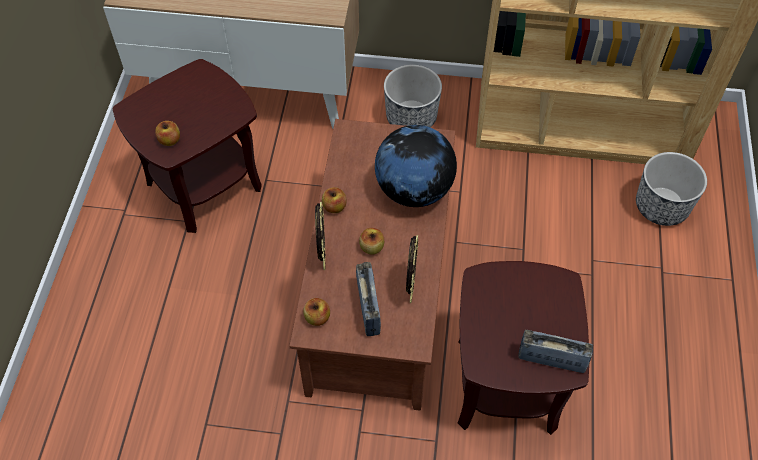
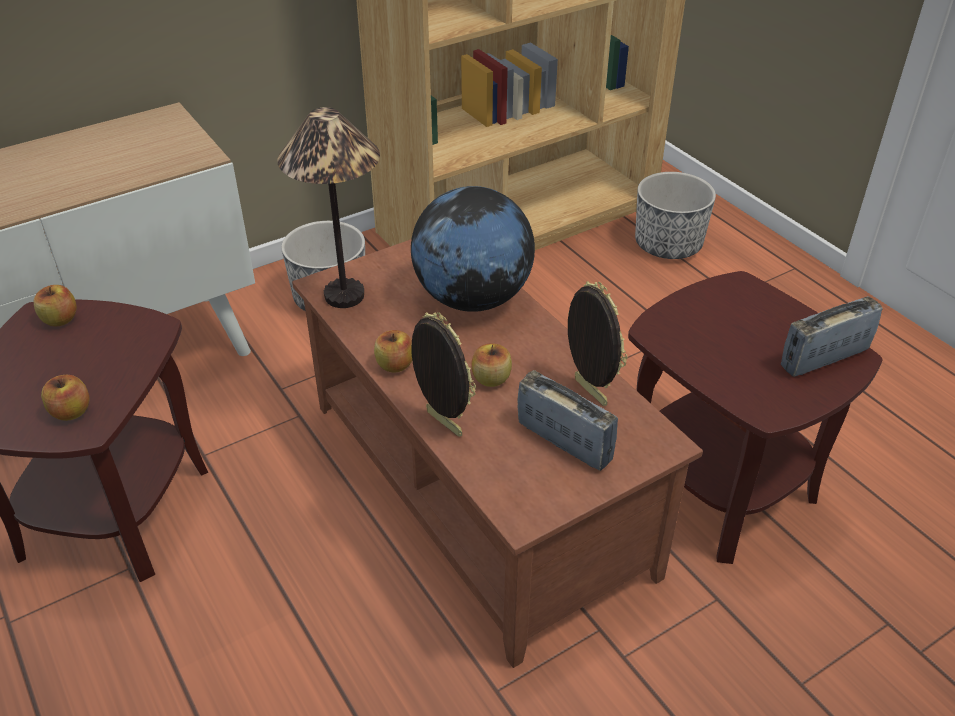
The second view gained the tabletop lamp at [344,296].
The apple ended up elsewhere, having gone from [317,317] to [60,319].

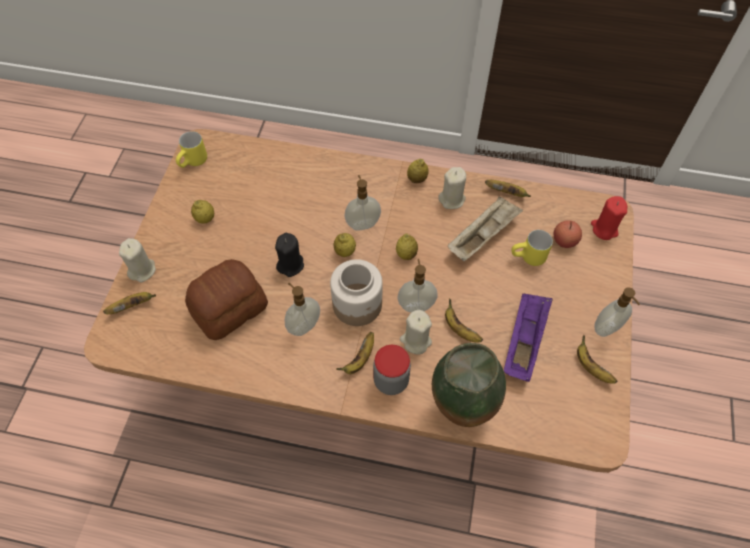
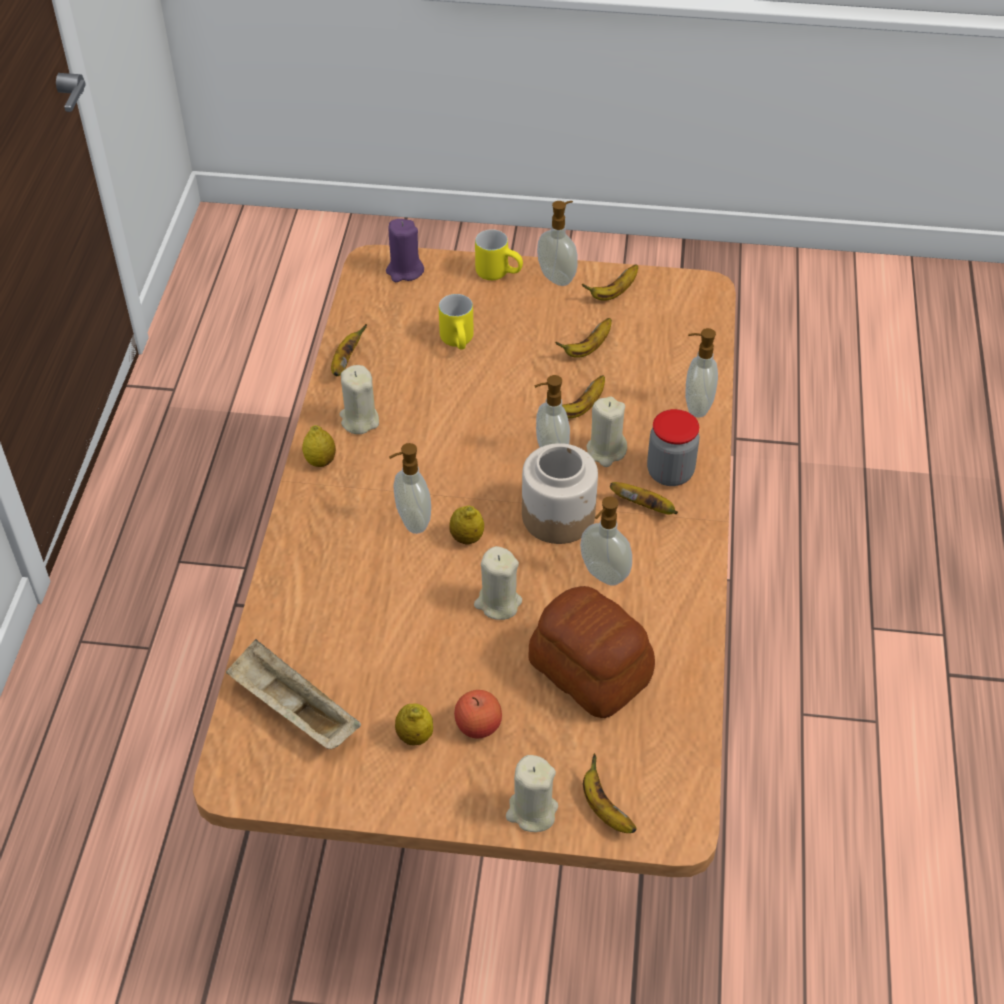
The second view lost the lemon at [406,254].
The yellow mug ended up elsewhere, having gone from [194,163] to [499,273].
The beige-coloured tray ended up elsewhere, having gone from [483,236] to [292,710].
The apple ended up elsewhere, having gone from [564,241] to [478,725].
Where the decorative vase stood at [460,411], the soap dispenser came to stand at [696,405].
Where the purple-coloured tray stood at [524,341], the banana came to stand at [587,348].
What was the black wax light at [290,264] turned into the beige-coloured wax light at [498,603].
What was the red wax light at [604,229] turned into the purple-coloured wax light at [404,271].

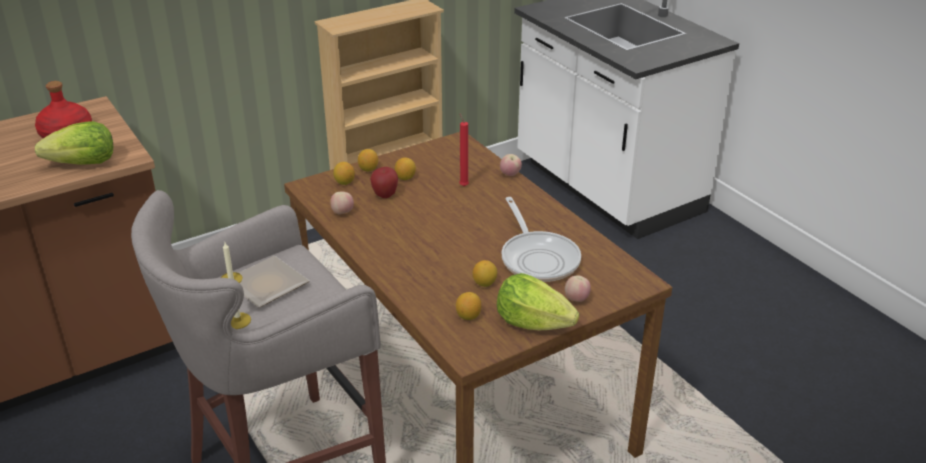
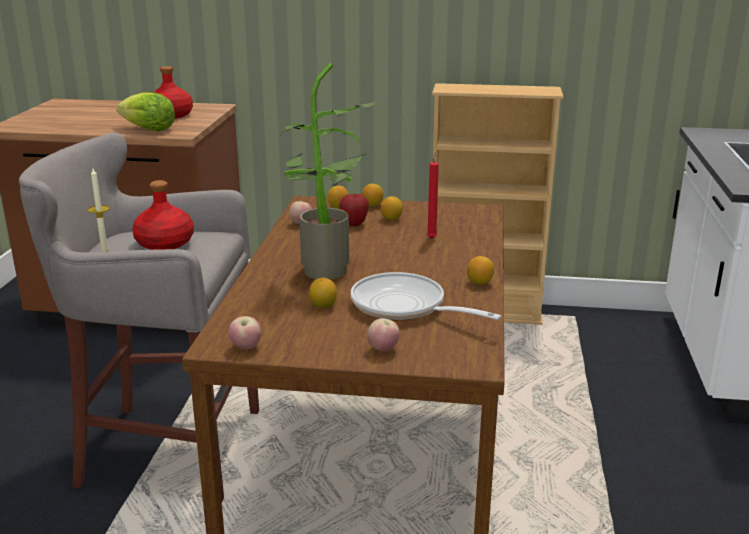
The second view lost the head of lettuce at [532,322].
The second view gained the houseplant at [326,274].
The lemon ended up elsewhere, having gone from [468,316] to [479,282].
The apple ended up elsewhere, having gone from [510,175] to [246,347].
Where the plate stood at [268,283], the red drink bottle came to stand at [165,243].
The frying pan at [538,258] ended up facing another way, 105 degrees clockwise from before.

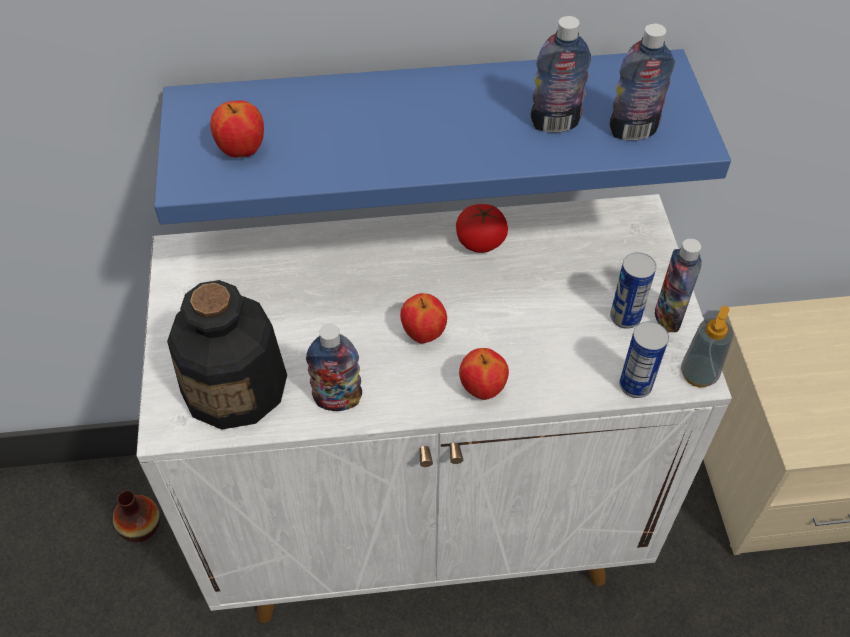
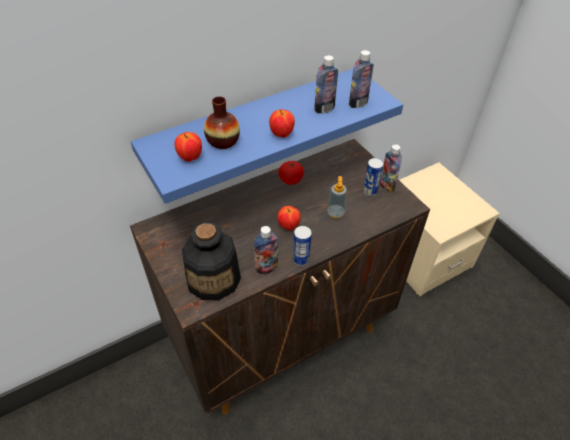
The decorative vase ended up elsewhere, having gone from [141,526] to [223,141].
The apple ended up elsewhere, having gone from [482,389] to [281,134].
The sealed can ended up elsewhere, having gone from [635,385] to [301,260].
The soap dispenser ended up elsewhere, having gone from [698,374] to [335,213].
What was the white cupboard at [427,522] turned into the brownish cupboard at [282,334].

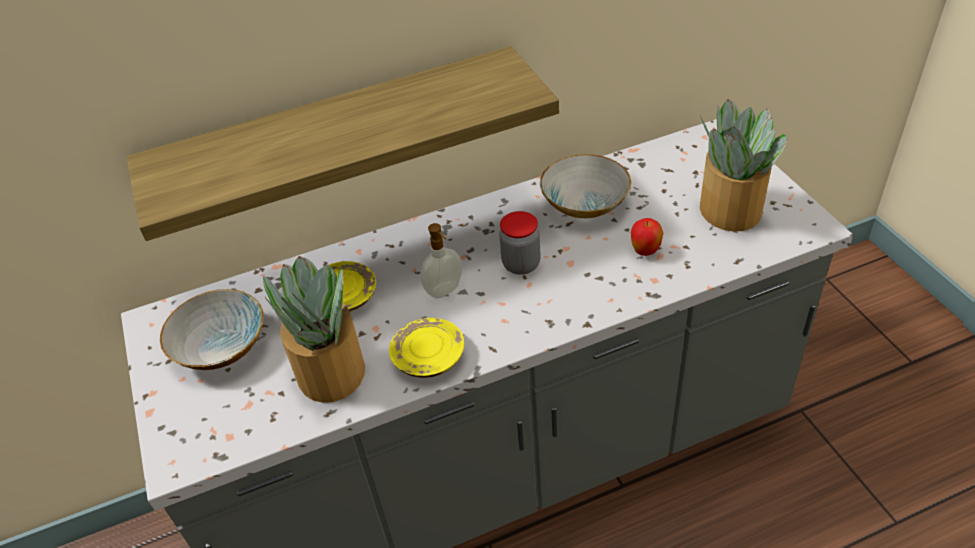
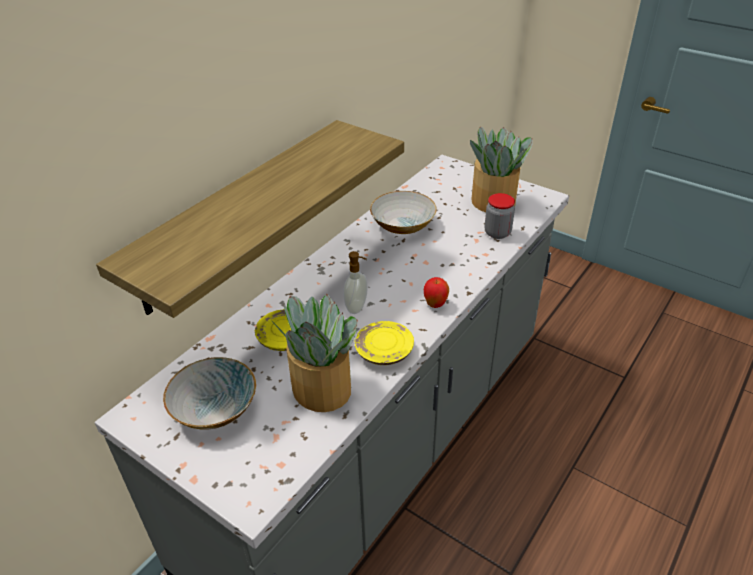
The jar ended up elsewhere, having gone from [521,264] to [497,233].
The apple ended up elsewhere, having gone from [645,252] to [435,304].

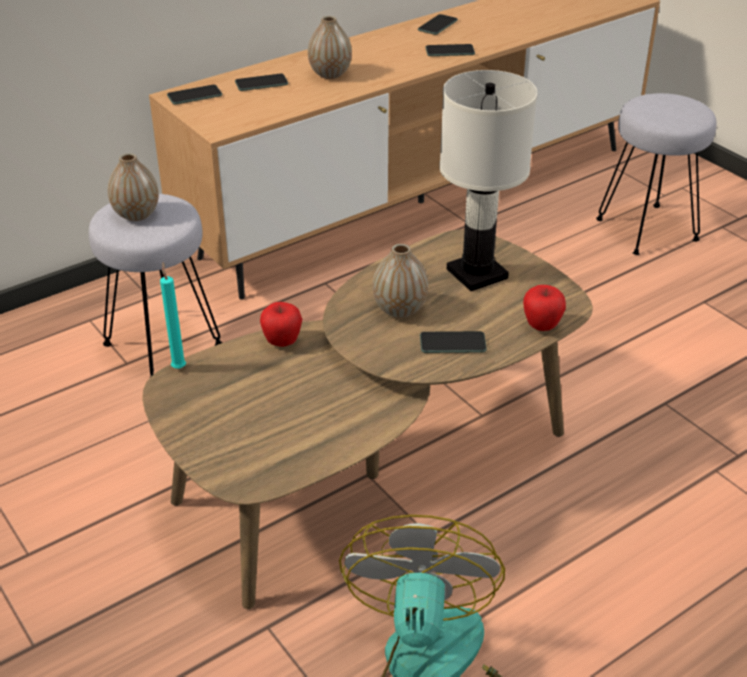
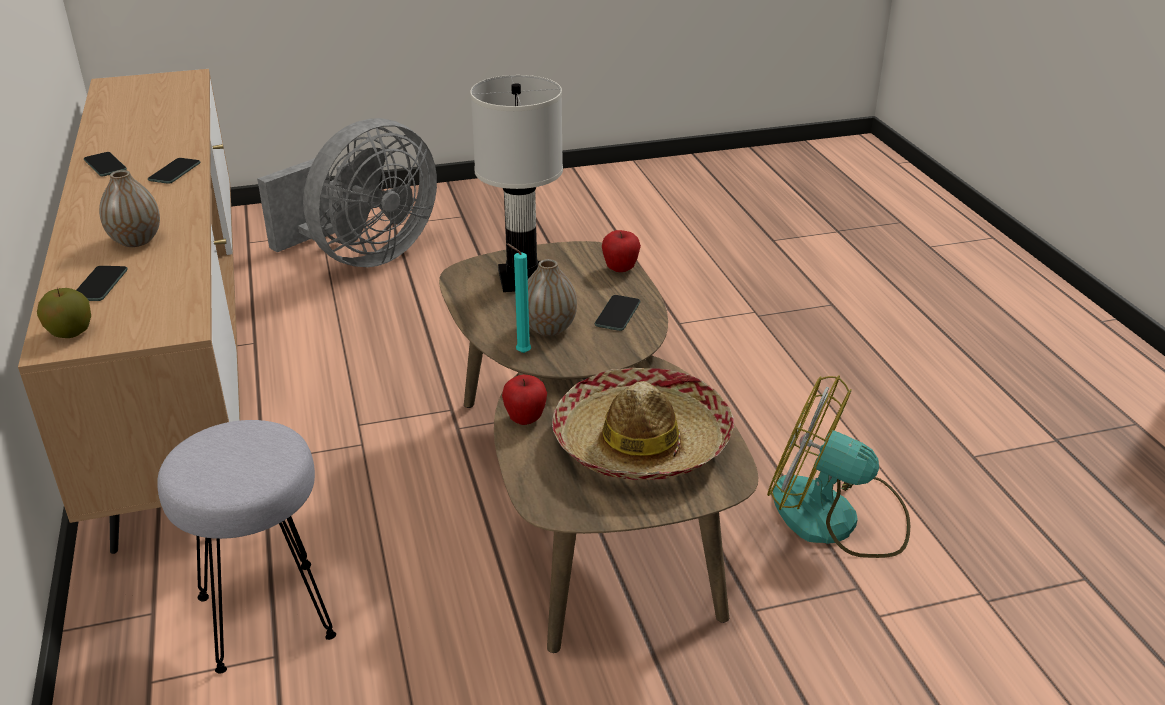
The second view lost the decorative vase at [136,215].
The second view gained the hat at [641,442].
The turquoise-coloured wax light ended up elsewhere, having gone from [179,367] to [521,353].
Where the handset stood at [194,95], the apple came to stand at [70,333].
Where the greyish stool seat stood at [648,229], the greyish cooling fan came to stand at [363,256].

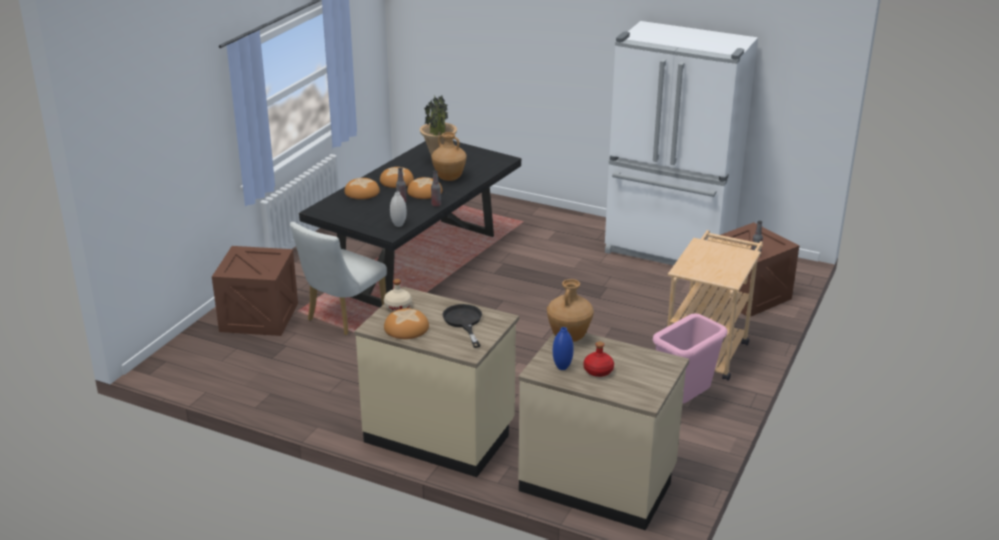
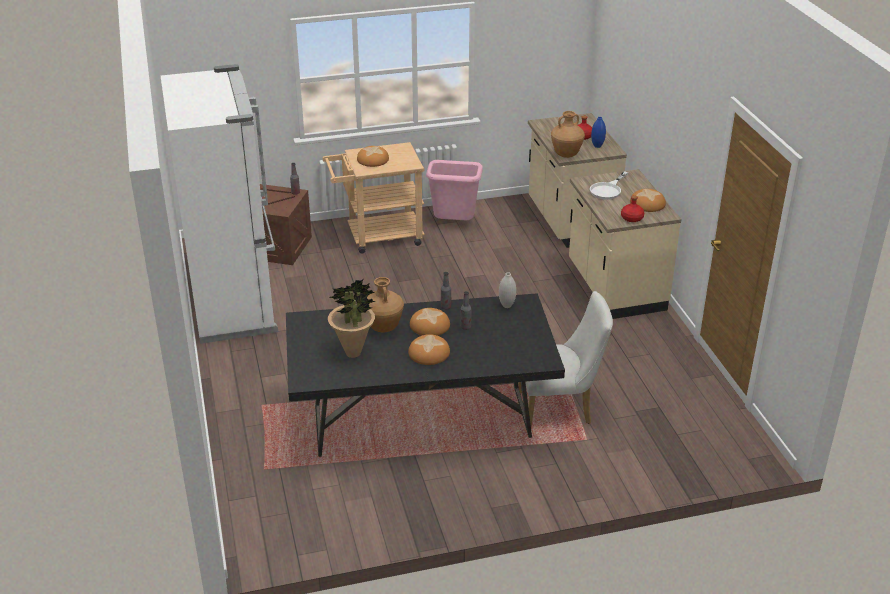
The second view lost the crate at [259,317].
The bread ended up elsewhere, having gone from [362,192] to [372,159].
What was the beige-coloured drink bottle at [398,306] turned into the red drink bottle at [631,218].
What was the black frying pan at [464,322] turned into the white frying pan at [608,190].

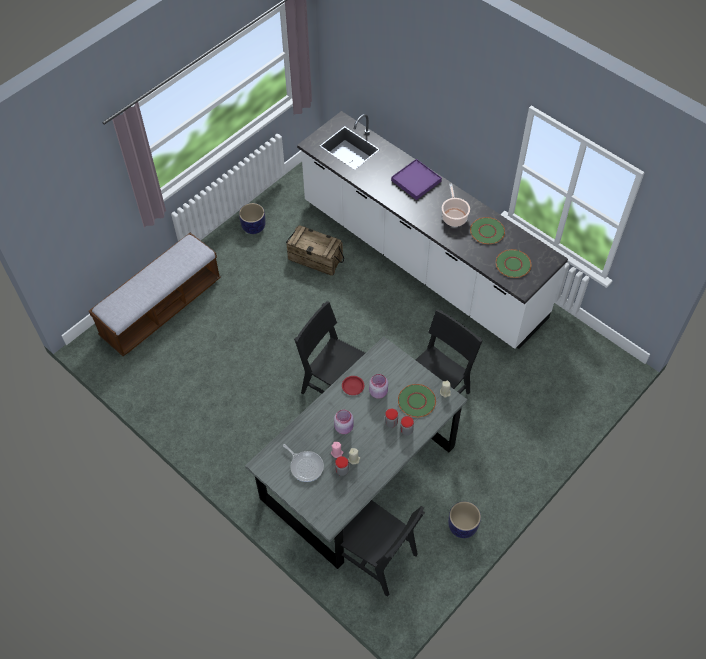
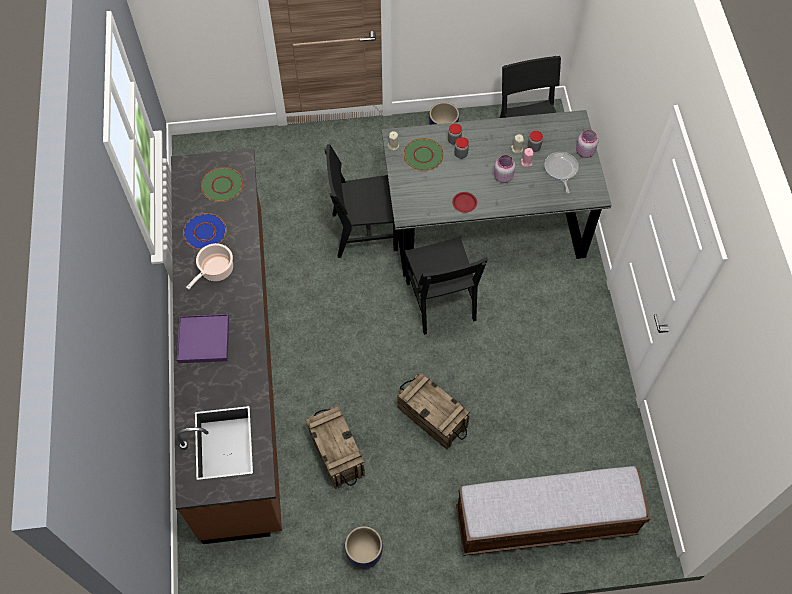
The second view gained the crate at [432,417].
The pink jar ended up elsewhere, having gone from [378,392] to [584,152].
What was the white kitchen counter at [421,260] turned into the brownish kitchen counter at [237,366].
What was the green plate at [487,231] turned into the blue plate at [204,232].

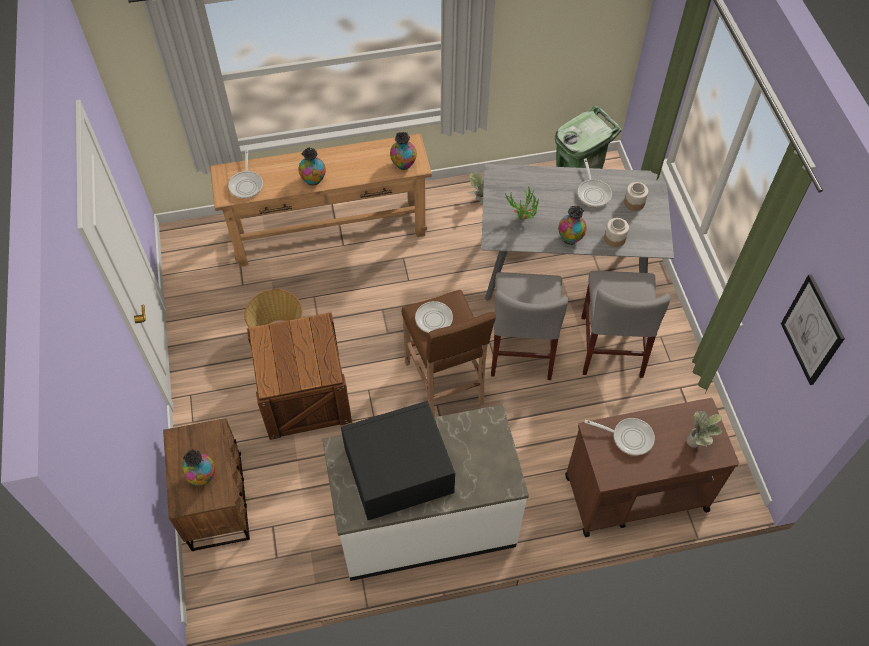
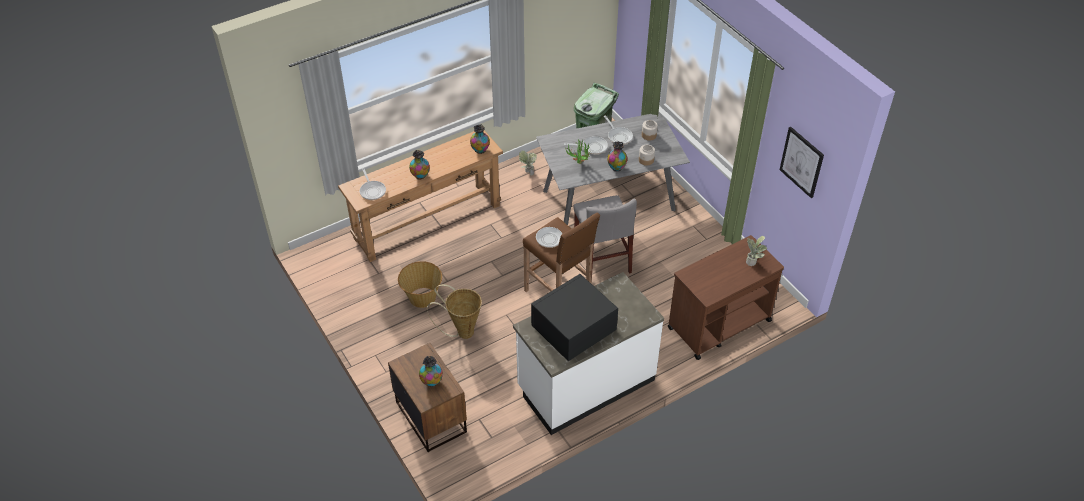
The second view lost the greyish plain chair at [611,346].
The frying pan ended up elsewhere, having gone from [628,437] to [592,147].
Where the crate stood at [305,396], the basket came to stand at [461,331].

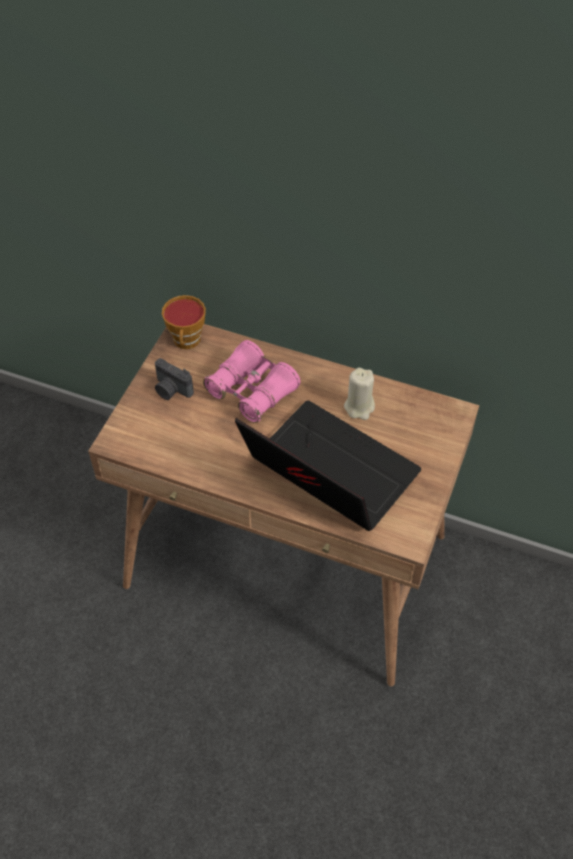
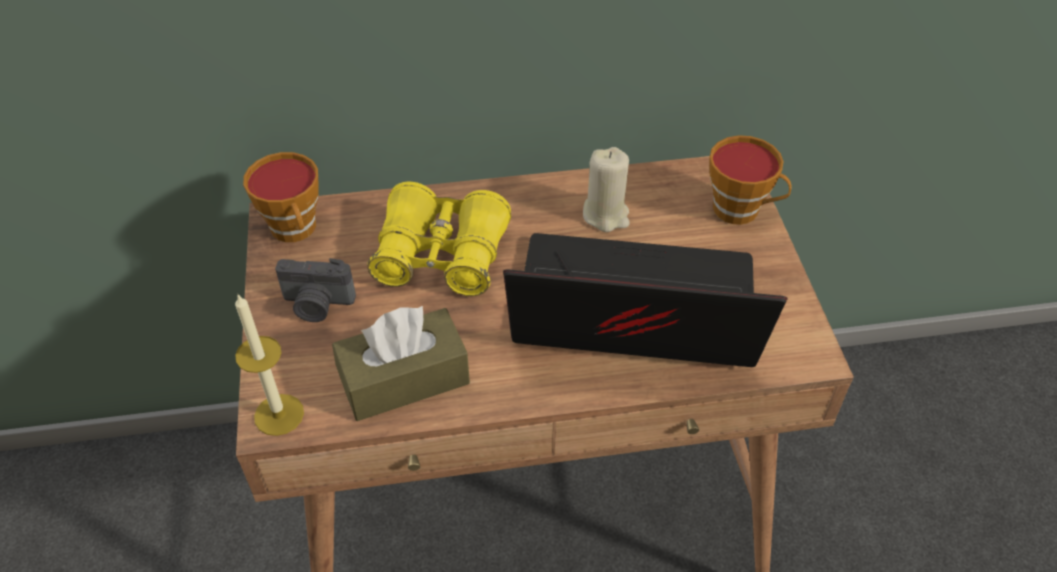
The second view gained the wax light at [279,414].
The second view gained the brownish box of tissues at [404,379].
The second view gained the cup at [741,210].
What was the pink pair of binoculars at [252,391] turned into the yellow pair of binoculars at [441,255].

